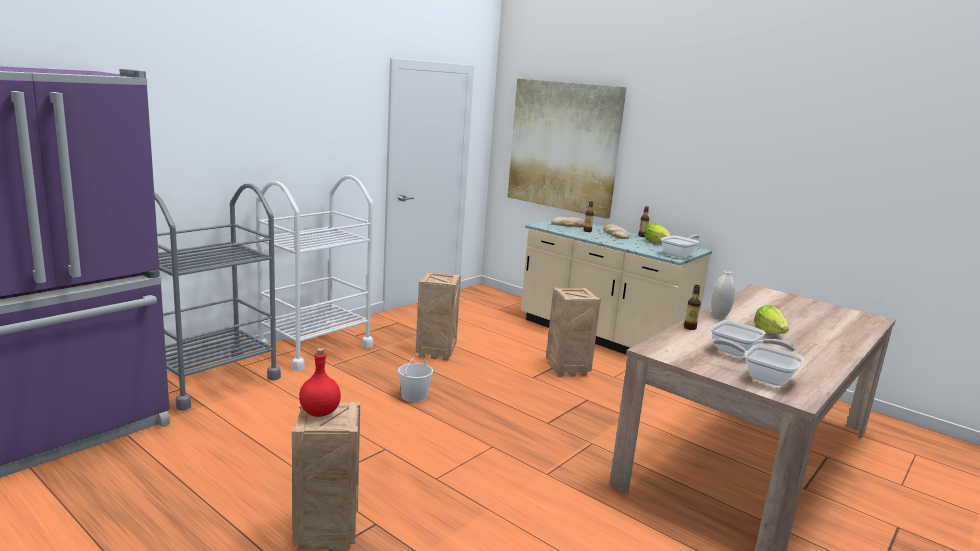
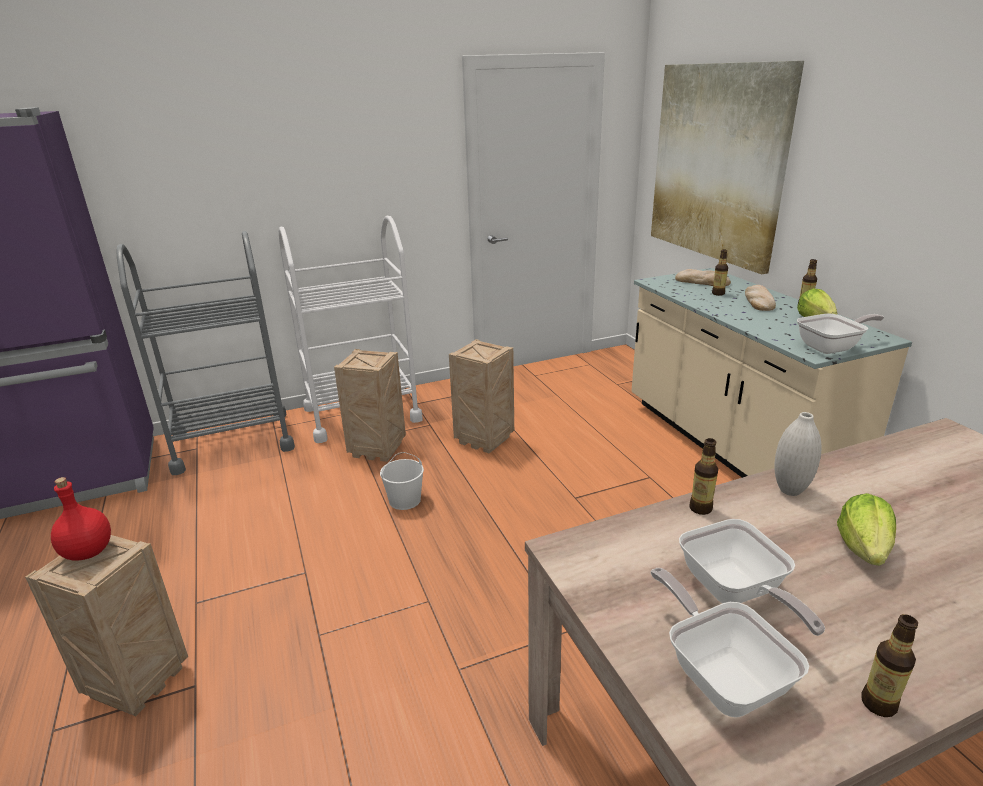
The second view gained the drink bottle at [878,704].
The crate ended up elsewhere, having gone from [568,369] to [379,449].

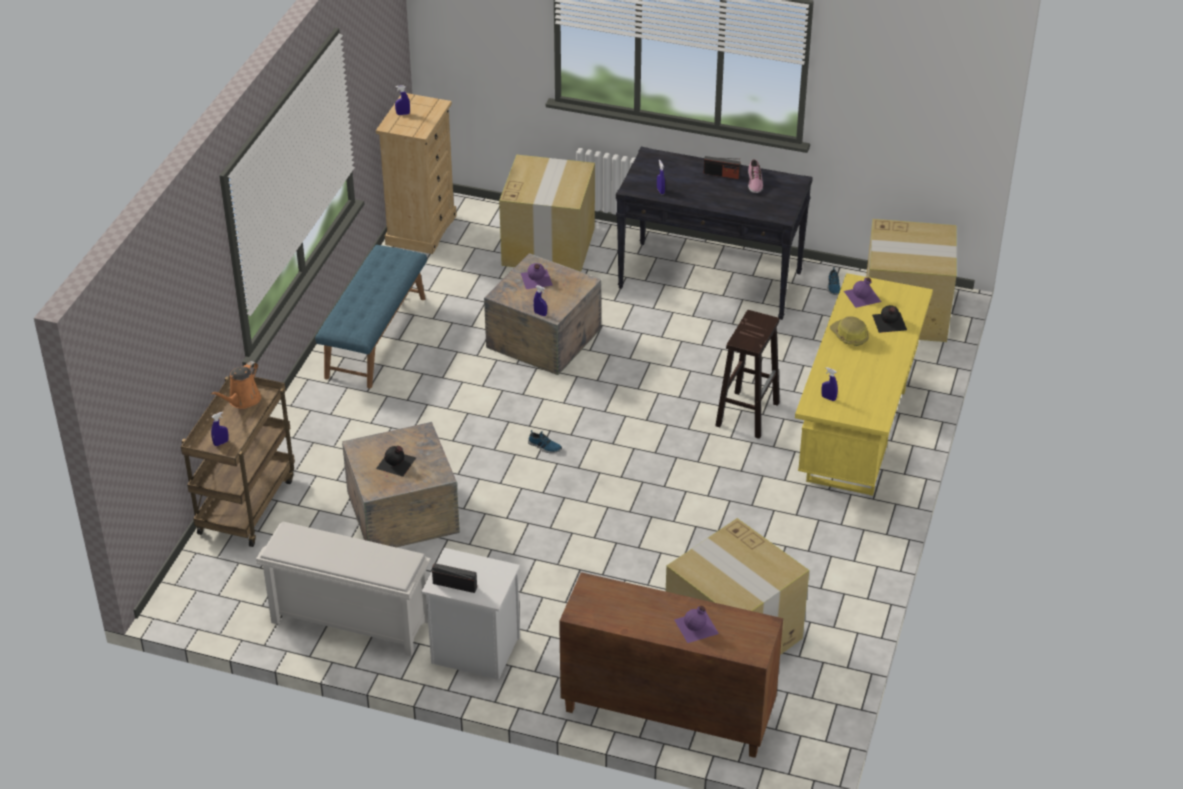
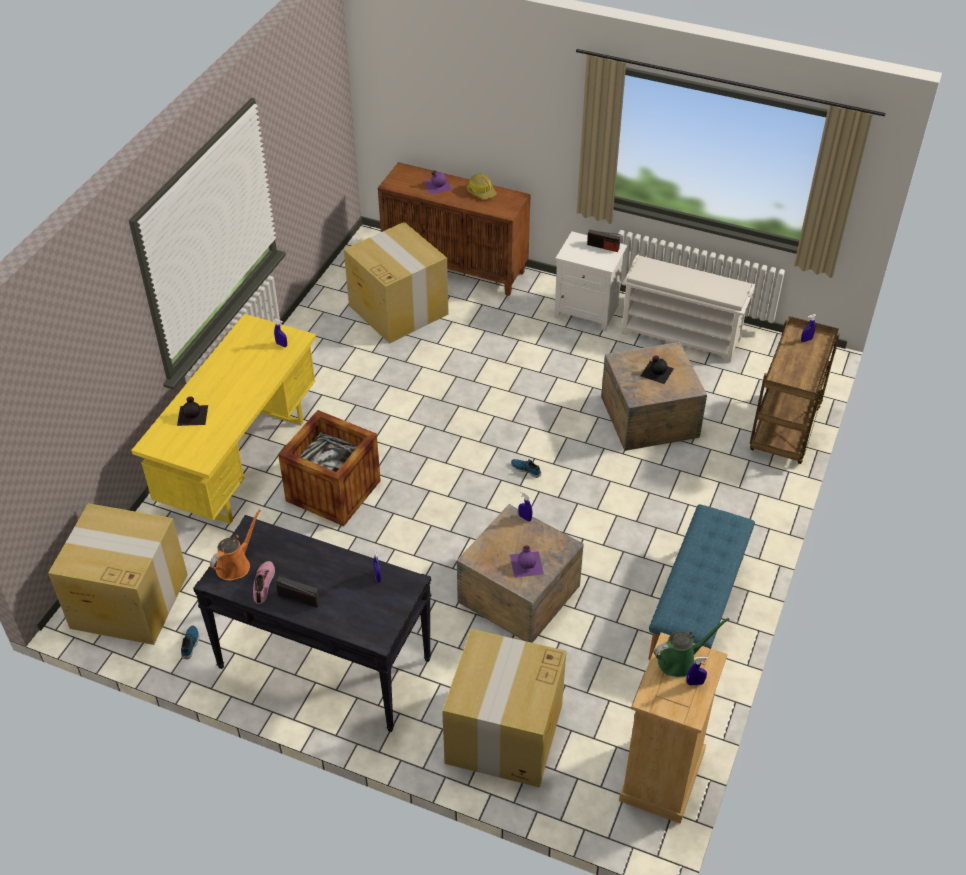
The second view lost the purple-coloured drink bottle at [863,296].
The second view gained the green watering pot at [680,660].
The orange watering pot ended up elsewhere, having gone from [242,400] to [235,564].
The hard hat ended up elsewhere, having gone from [849,336] to [481,192].
Where the brownish stool seat stood at [747,413], the crate came to stand at [333,490].

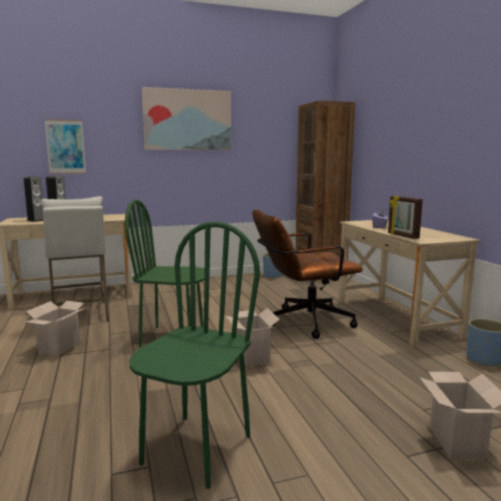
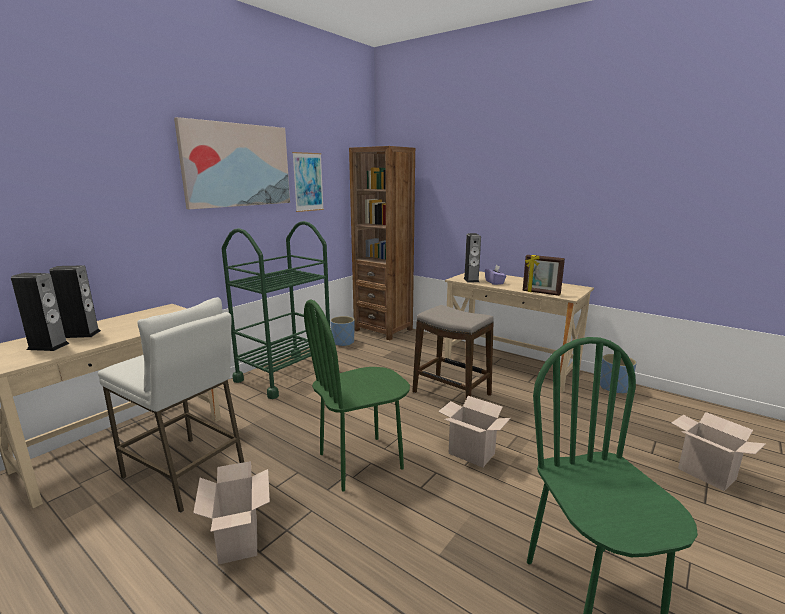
The second view gained the green cart at [285,375].
The second view gained the loudspeaker at [471,280].
The wall picture ended up elsewhere, having gone from [65,147] to [308,182].
Where the brownish office chair stood at [303,322], the stool seat came to stand at [451,394].

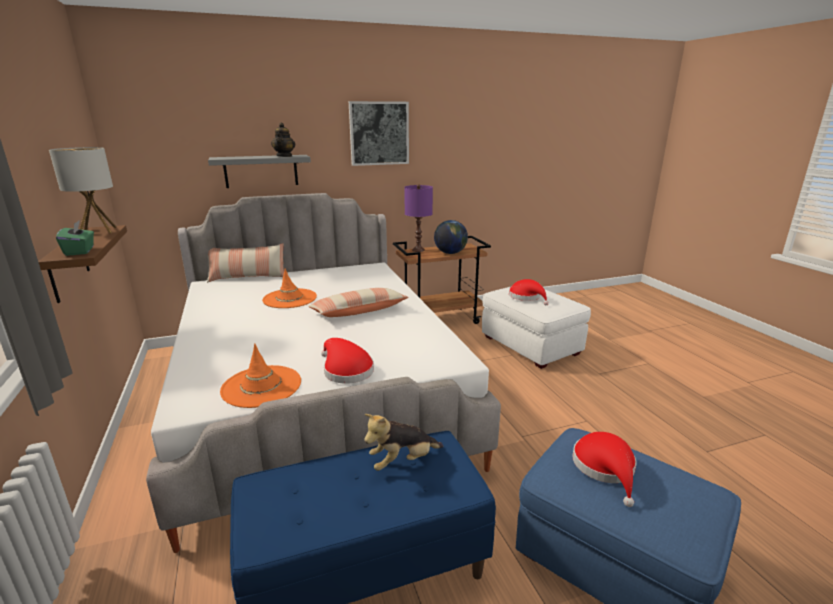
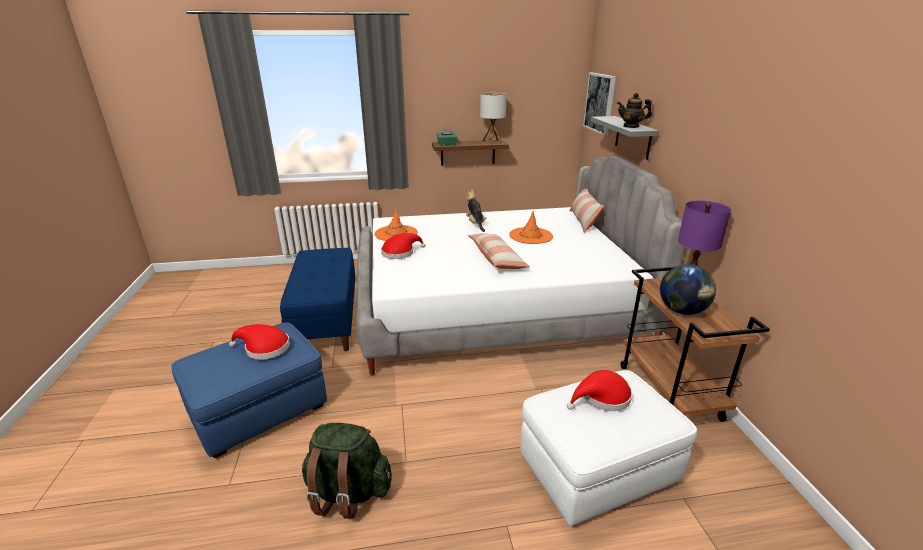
The second view gained the green backpack at [348,492].
The wall picture ended up elsewhere, having gone from [379,133] to [600,103].
The plush toy ended up elsewhere, having gone from [402,461] to [475,224].

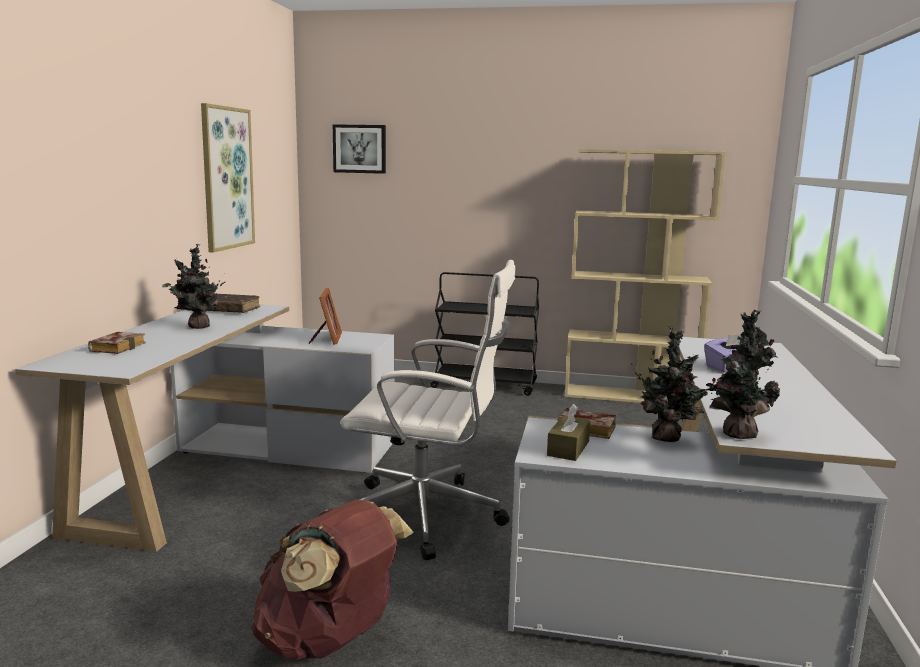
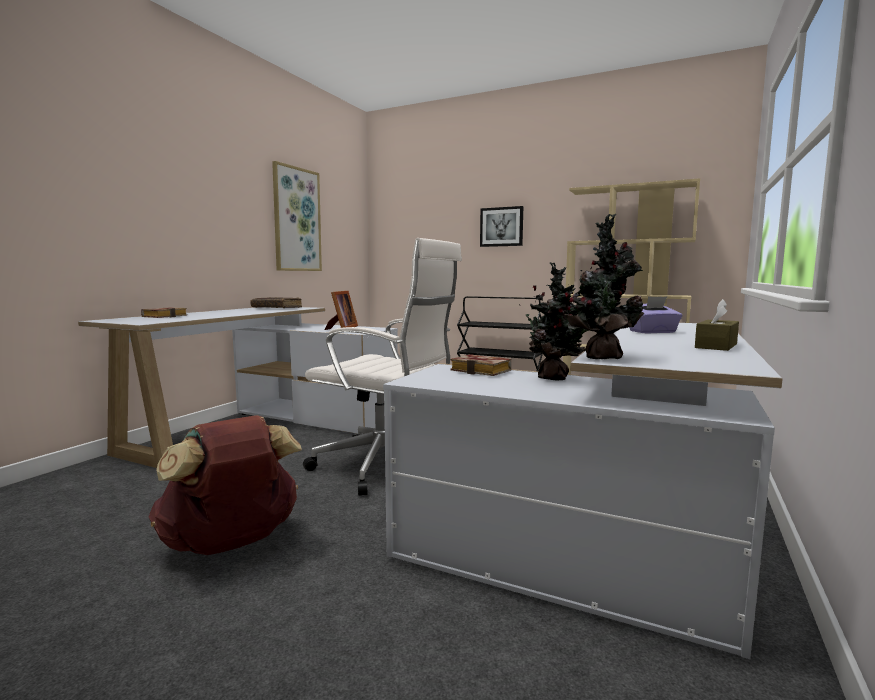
The second view lost the houseplant at [197,327].
The wall picture ended up elsewhere, having gone from [359,149] to [501,227].
The brownish box of tissues ended up elsewhere, having gone from [568,448] to [716,346].

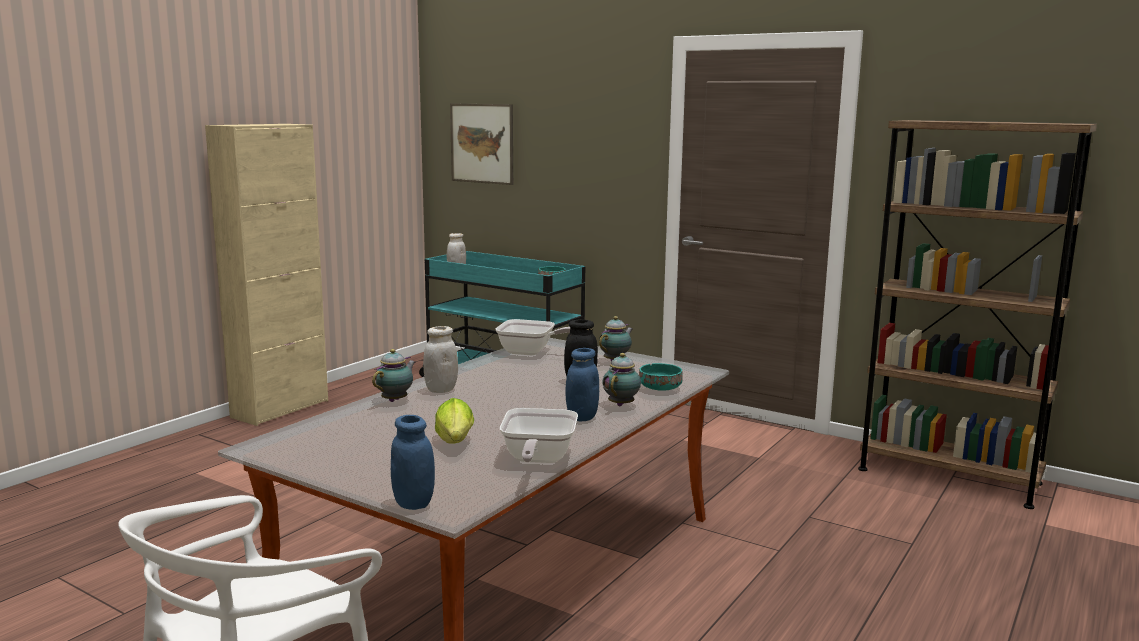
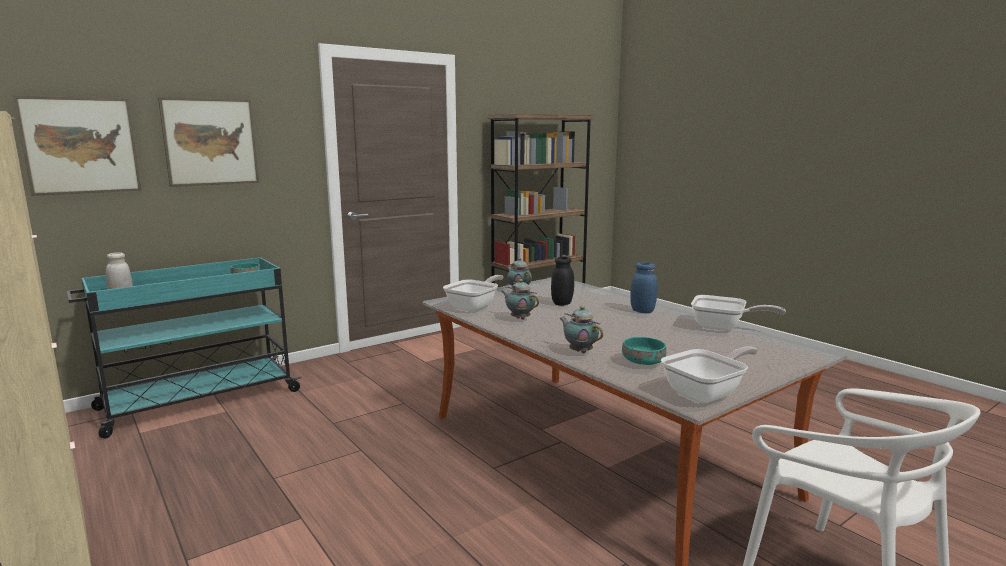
The second view lost the blue jar at [413,503].
The second view lost the white jar at [441,390].
The second view lost the head of lettuce at [455,443].
The second view gained the wall picture at [211,142].
The second view gained the frying pan at [707,393].
The tea pot ended up elsewhere, having gone from [622,404] to [519,318].
The turquoise-coloured serving bowl ended up elsewhere, having gone from [660,388] to [644,362].

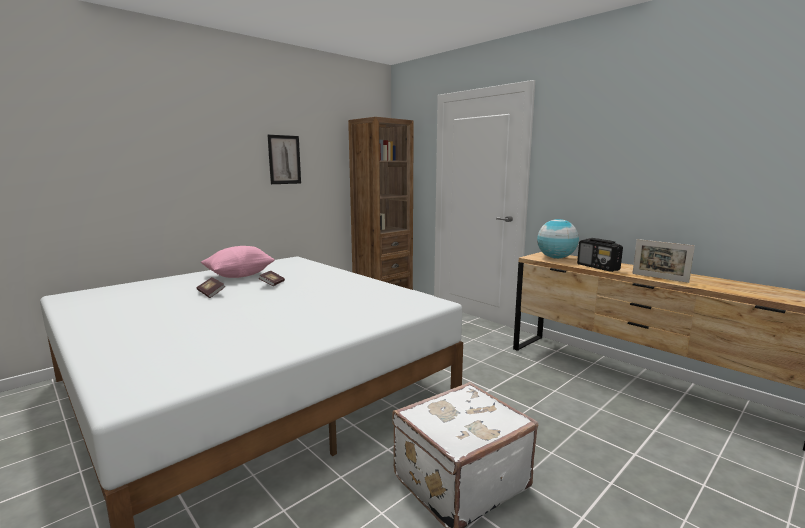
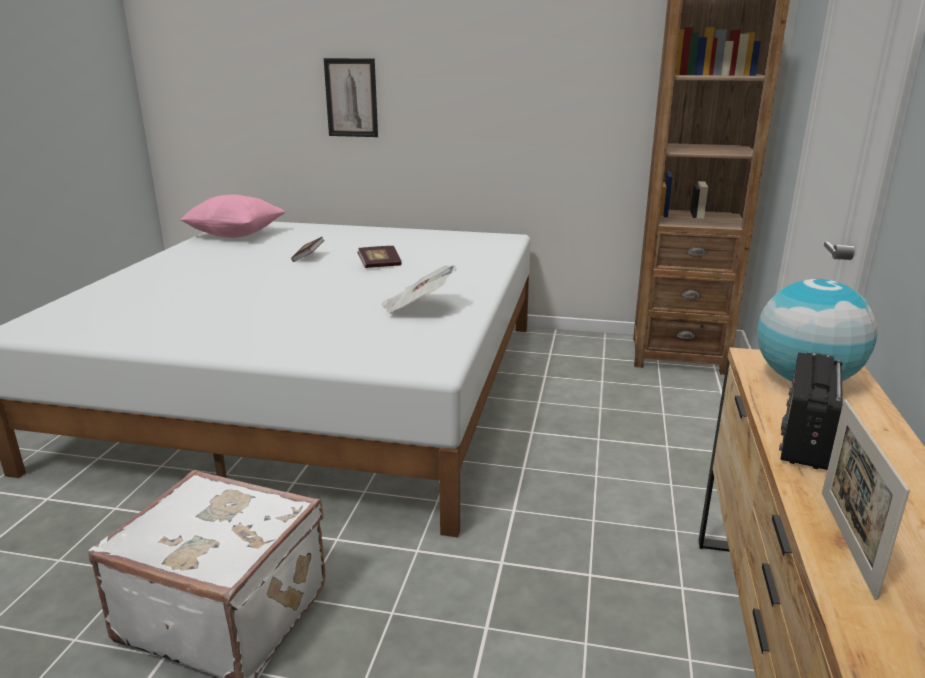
The second view gained the newspaper at [417,308].
The pink pillow ended up elsewhere, having gone from [239,276] to [236,235].
The wall picture ended up elsewhere, having gone from [284,159] to [351,98].

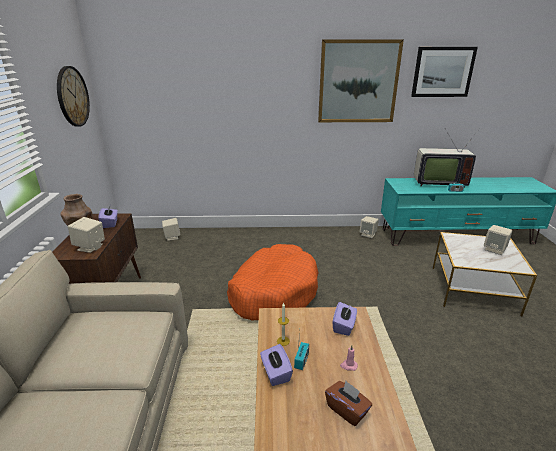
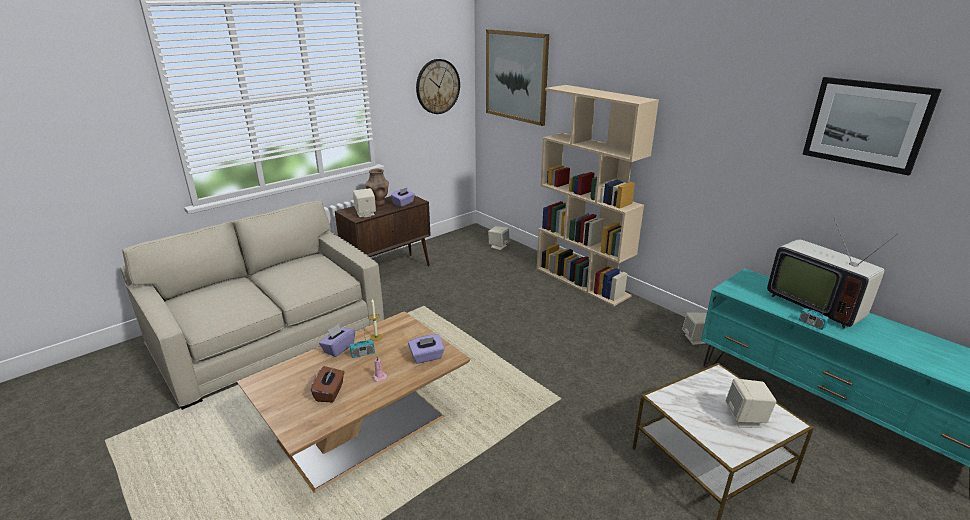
The second view lost the orange pet bed at [273,292].
The second view gained the beige-coloured shelving unit at [582,282].
The wall picture ended up elsewhere, having gone from [358,82] to [516,76].

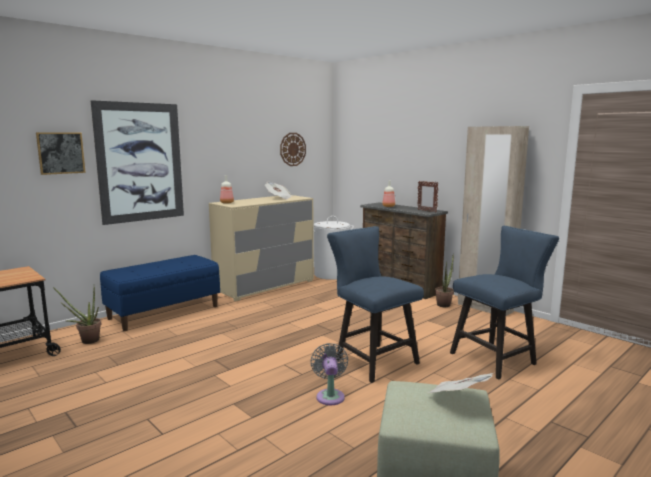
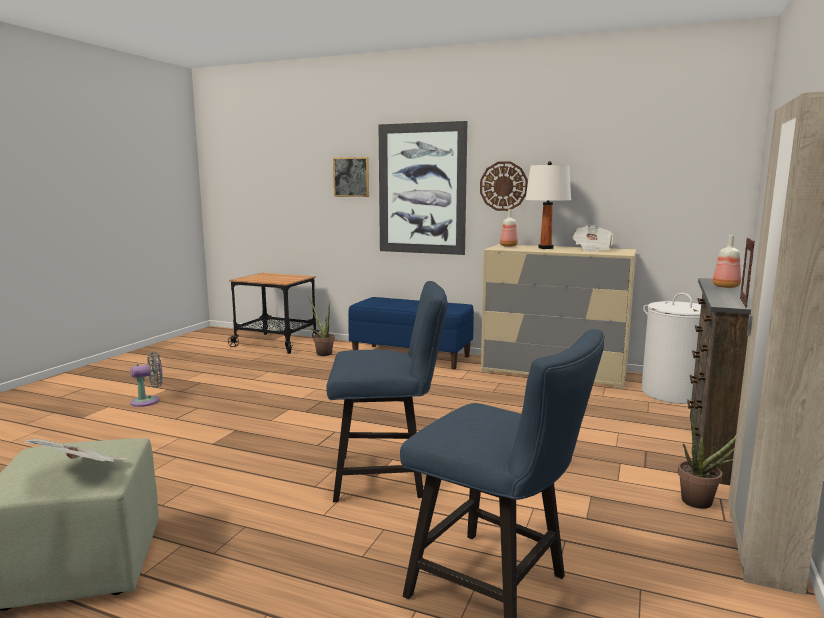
The second view gained the white tabletop lamp at [545,248].
The wall clock ended up elsewhere, having gone from [292,149] to [503,186].
The greyish cooling fan ended up elsewhere, having gone from [330,395] to [148,401].
The blue plain chair at [372,360] ended up facing another way, 60 degrees clockwise from before.

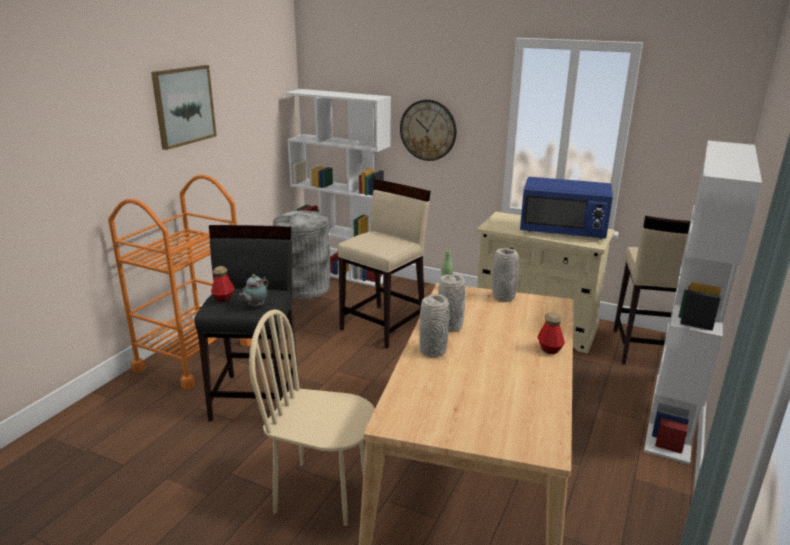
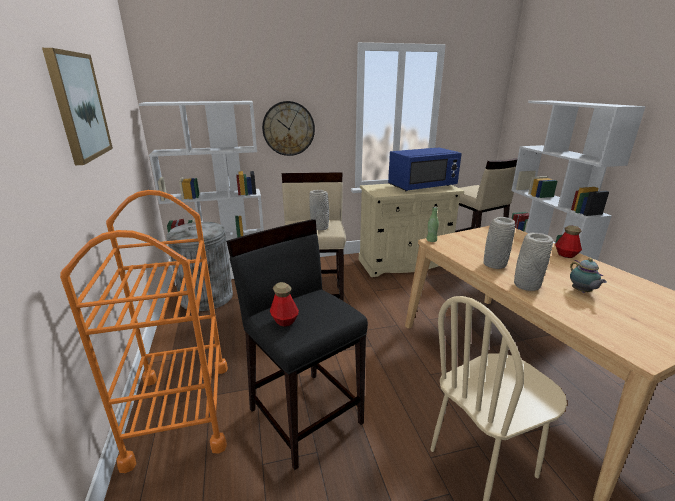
The tea pot ended up elsewhere, having gone from [255,306] to [581,292].
The greyish decorative vase ended up elsewhere, having gone from [504,297] to [320,227].

